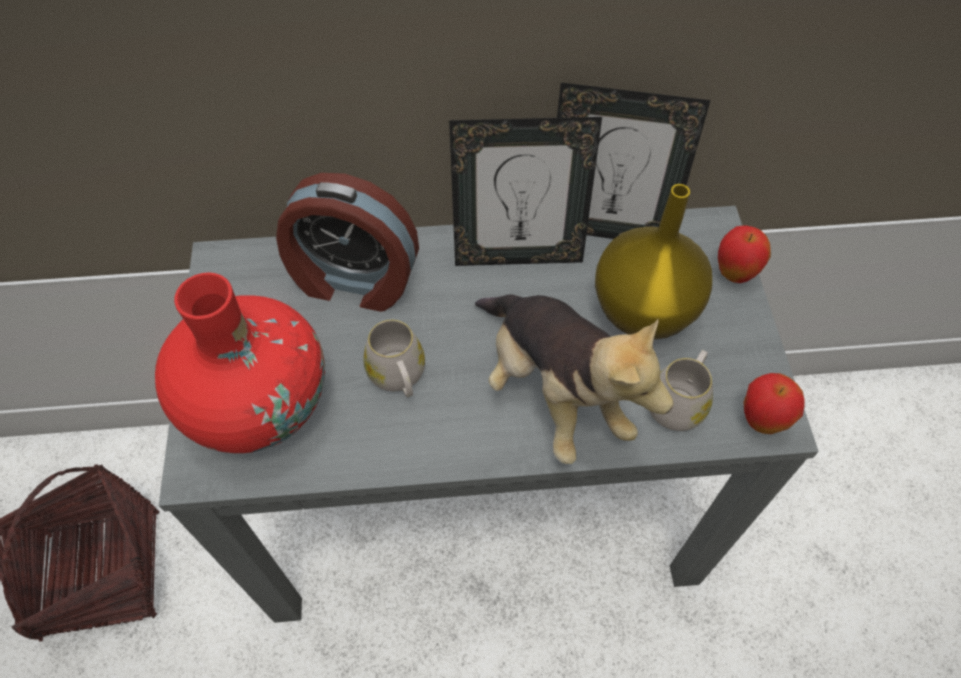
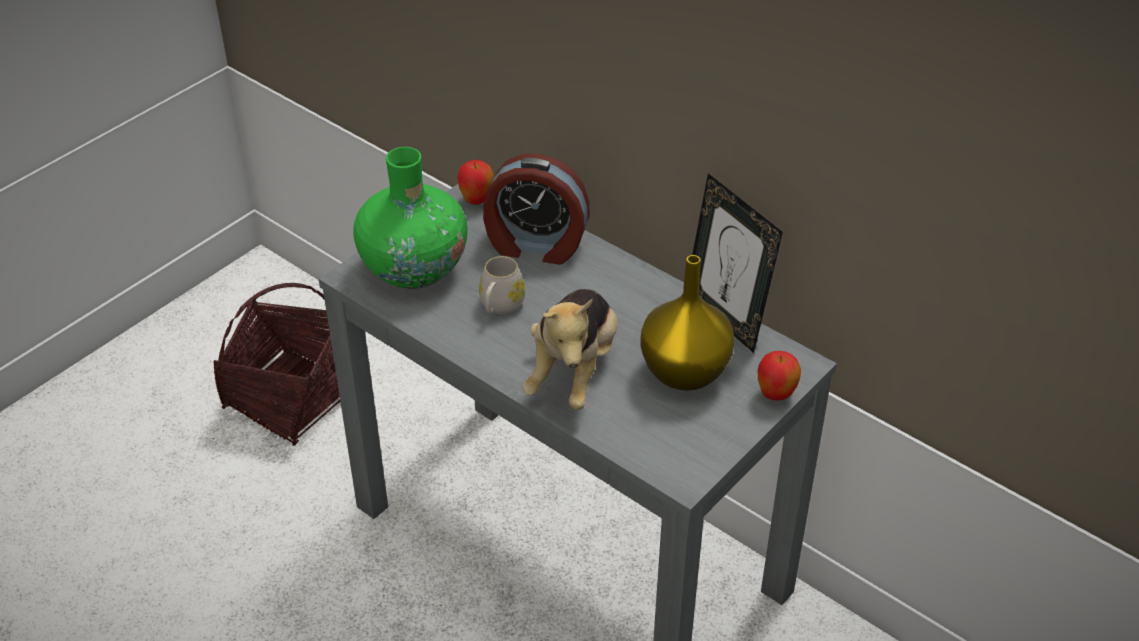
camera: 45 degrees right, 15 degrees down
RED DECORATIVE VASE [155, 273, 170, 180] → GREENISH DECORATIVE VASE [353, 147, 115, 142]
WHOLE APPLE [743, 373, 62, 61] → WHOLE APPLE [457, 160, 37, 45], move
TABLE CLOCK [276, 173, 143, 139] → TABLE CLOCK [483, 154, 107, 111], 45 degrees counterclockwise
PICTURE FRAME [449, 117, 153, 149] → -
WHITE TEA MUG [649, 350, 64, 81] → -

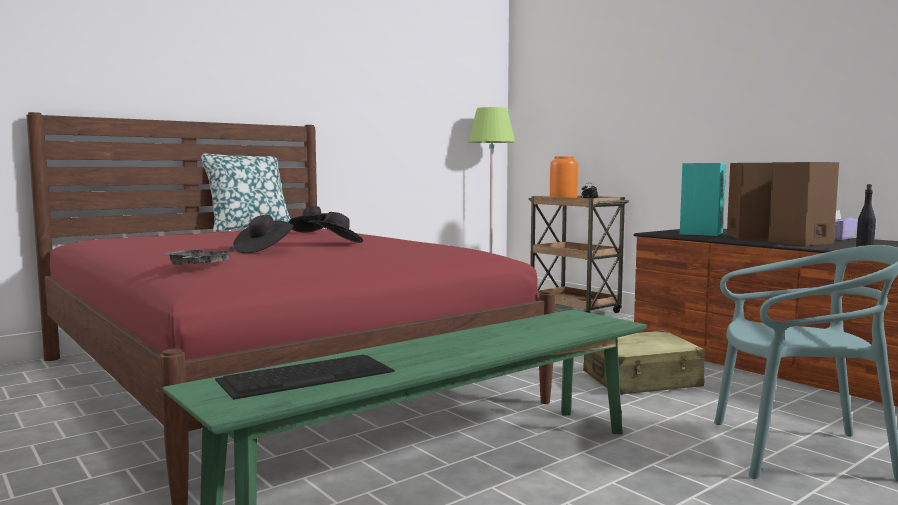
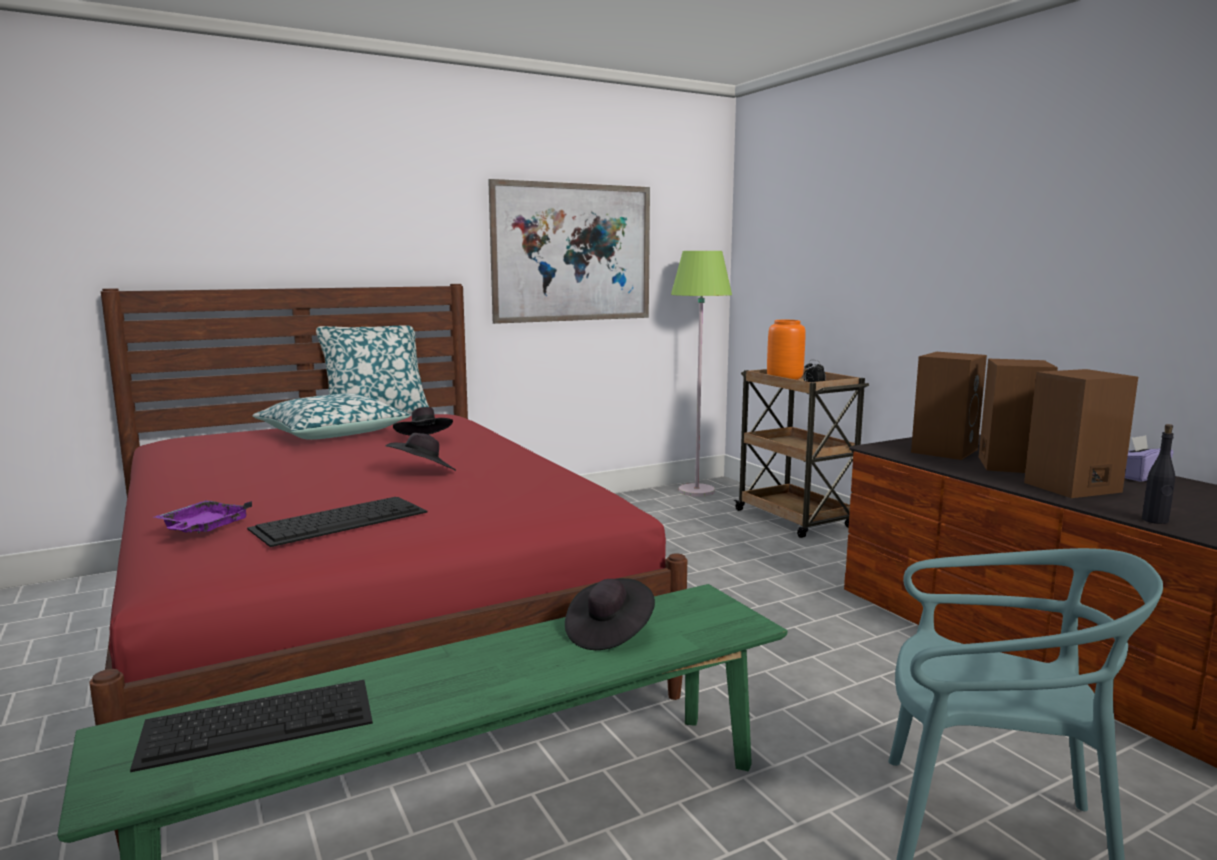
camera: 10 degrees right, 5 degrees up
GRAY CARRYING TRAY [164, 246, 70, 19] → PURPLISH CARRYING TRAY [154, 500, 98, 33]
- → COMPUTER KEYBOARD [247, 497, 180, 50]
- → CUSHION [252, 393, 159, 47]
- → WALL ART [488, 179, 162, 145]
BLACKISH WEARABLE HAT [233, 215, 60, 38] → BLACKISH WEARABLE HAT [565, 578, 90, 72], move
BLUE-GREEN SPEAKER [680, 163, 46, 73] → BROWNISH SPEAKER [911, 352, 76, 108]
BEIGE-COLOURED PIECE OF LUGGAGE [583, 330, 122, 65] → -

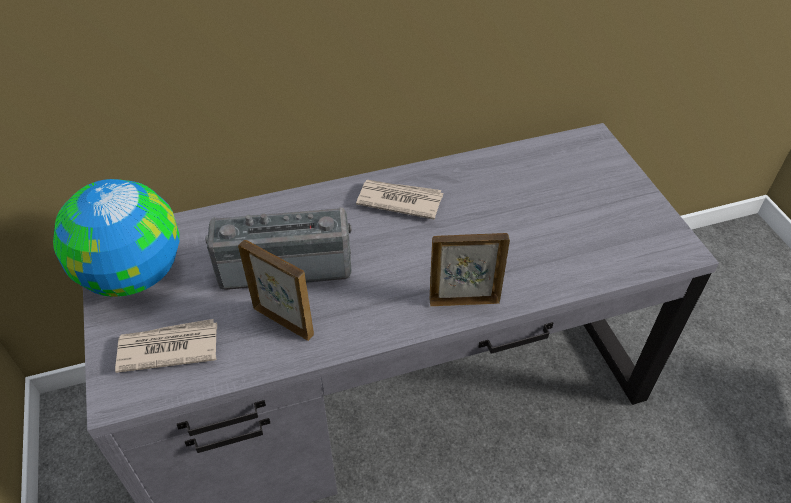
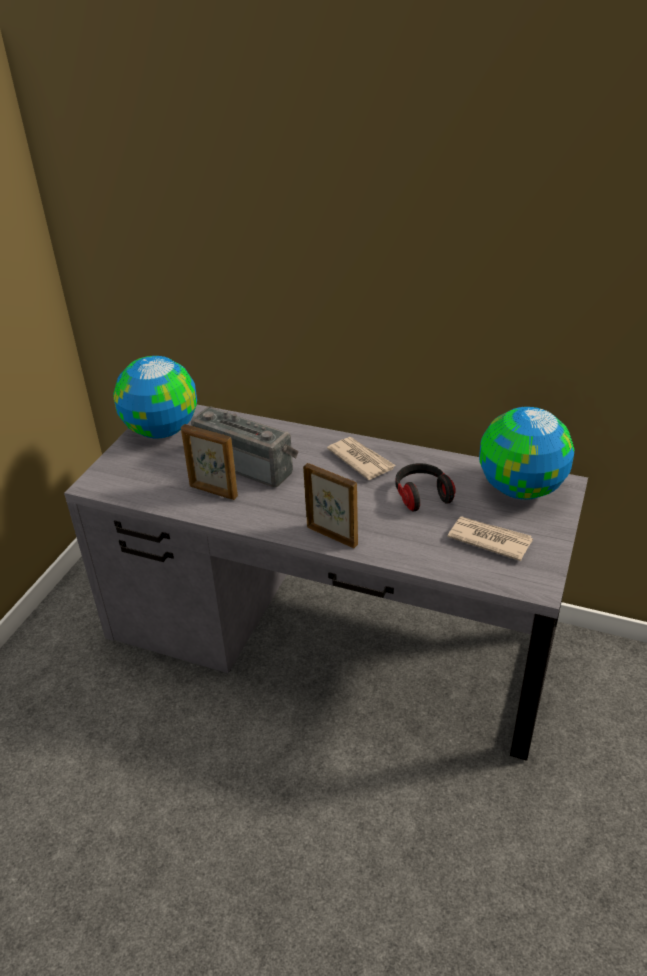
camera: 40 degrees right, 10 degrees down
PICTURE FRAME [238, 240, 76, 101] → PICTURE FRAME [181, 424, 57, 76], 135 degrees clockwise
- → HEADPHONES [395, 463, 61, 48]
DAILY PAPER [115, 319, 102, 54] → DAILY PAPER [447, 516, 86, 45], move
- → DESK GLOBE [479, 407, 95, 93]

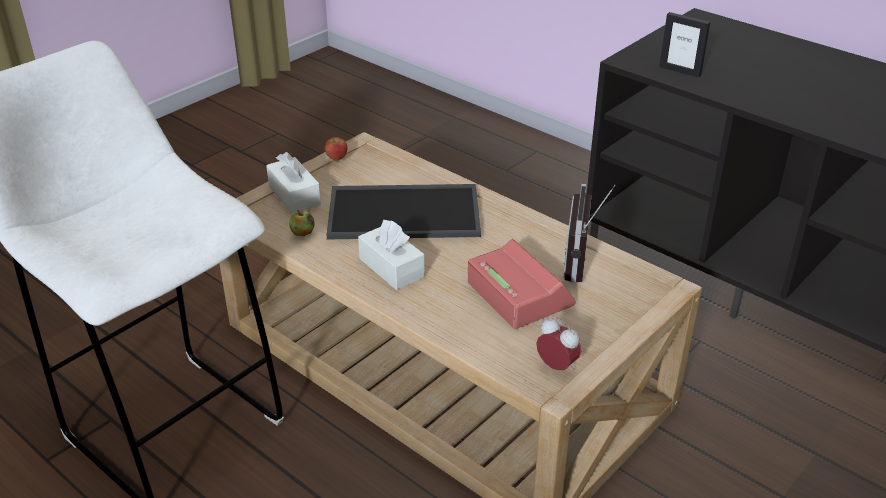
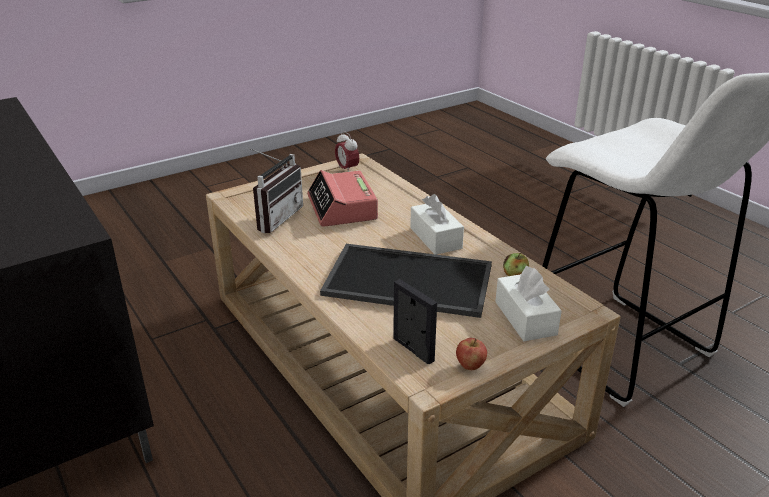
camera: 165 degrees left, 5 degrees down
PICTURE FRAME [659, 12, 51, 66] → PICTURE FRAME [393, 279, 44, 85], move

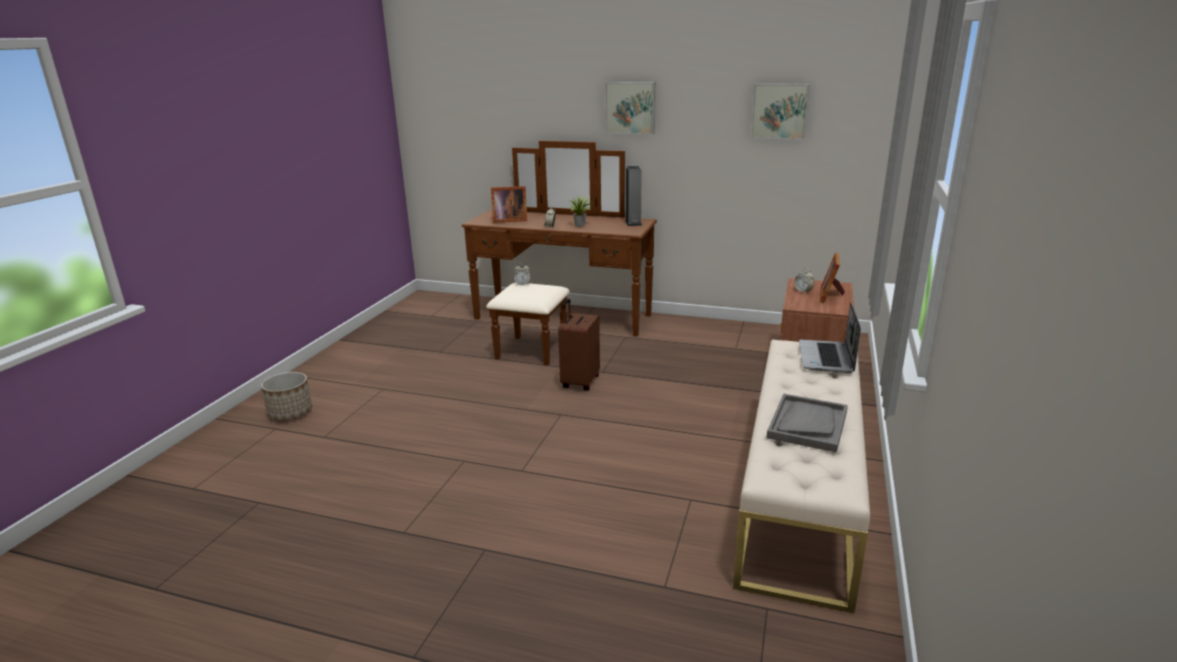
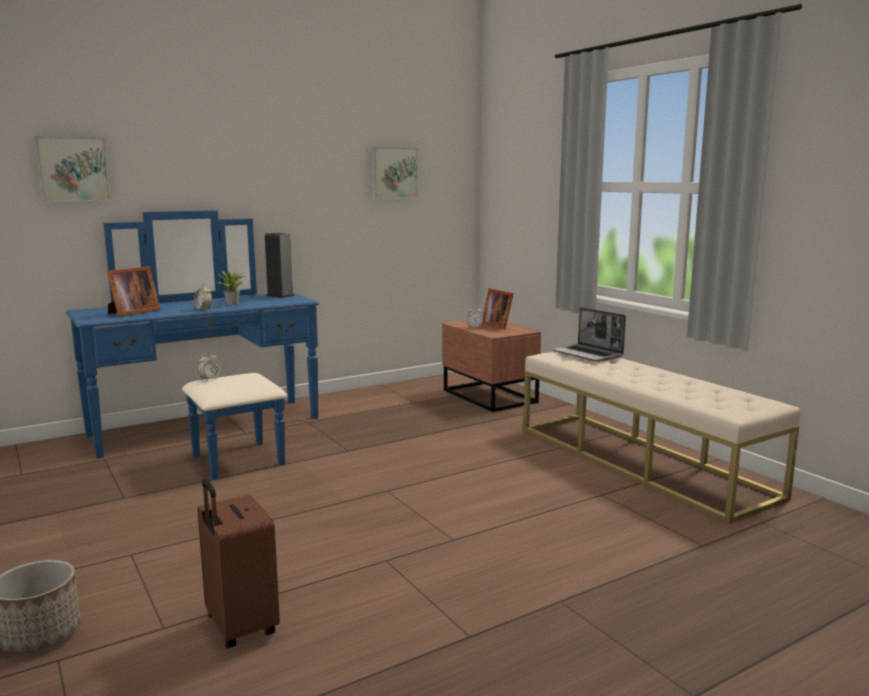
camera: 50 degrees left, 10 degrees down
WALL ART [605, 82, 50, 52] → WALL ART [34, 136, 77, 66], move
BROWNISH DRESSER [462, 141, 195, 225] → BLUISH DRESSER [66, 210, 254, 270]
BROWNISH PIECE OF LUGGAGE [558, 299, 42, 92] → BROWNISH PIECE OF LUGGAGE [197, 479, 83, 169], move
GRAY CARRYING TRAY [766, 393, 82, 60] → -

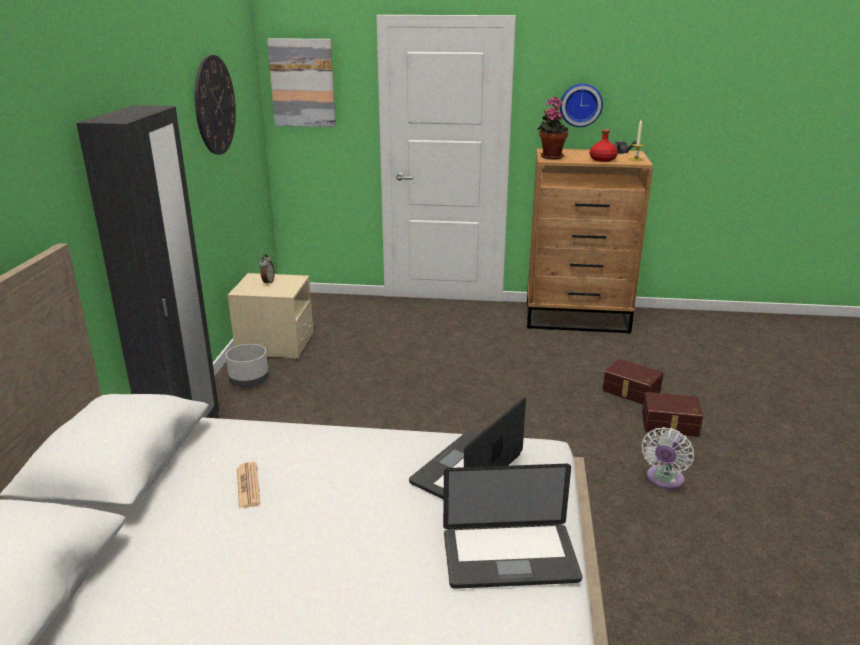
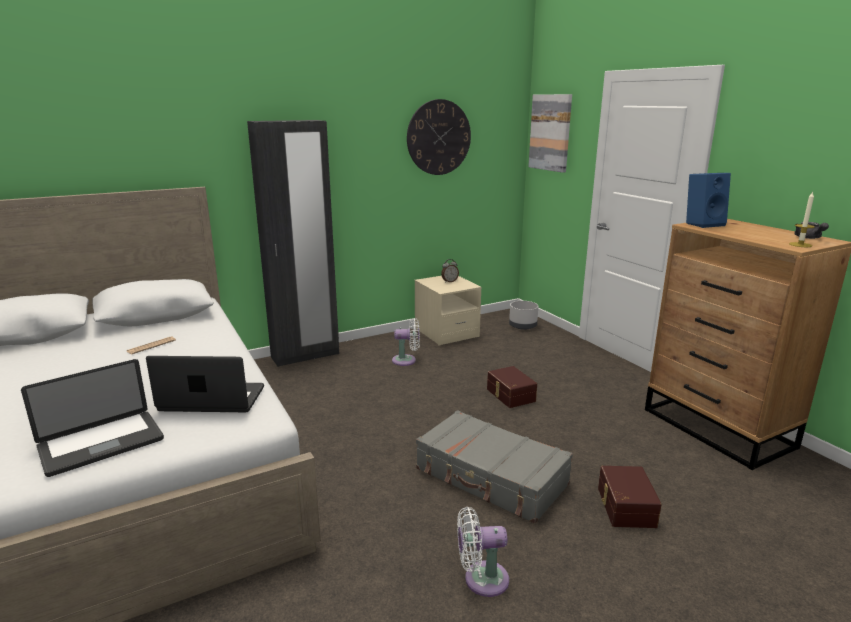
camera: 55 degrees right, 5 degrees down
NOTEBOOK COMPUTER [443, 464, 139, 125] → NOTEBOOK COMPUTER [21, 359, 143, 118], 90 degrees counterclockwise
- → WHITE COOLING FAN [392, 318, 28, 48]
- → GRAY PIECE OF LUGGAGE [416, 410, 157, 114]
BROWNISH STORAGE BIN [642, 392, 61, 45] → BROWNISH STORAGE BIN [487, 366, 50, 42], move
GRAY PLANTER [226, 344, 43, 43] → GRAY PLANTER [509, 301, 29, 29], move
PLANT IN A POT [537, 97, 32, 62] → BLUISH SPEAKER [686, 173, 45, 55]
CLOCK ON THE WALL [560, 83, 43, 44] → -
RED BEVERAGE BOTTLE [590, 129, 28, 33] → -

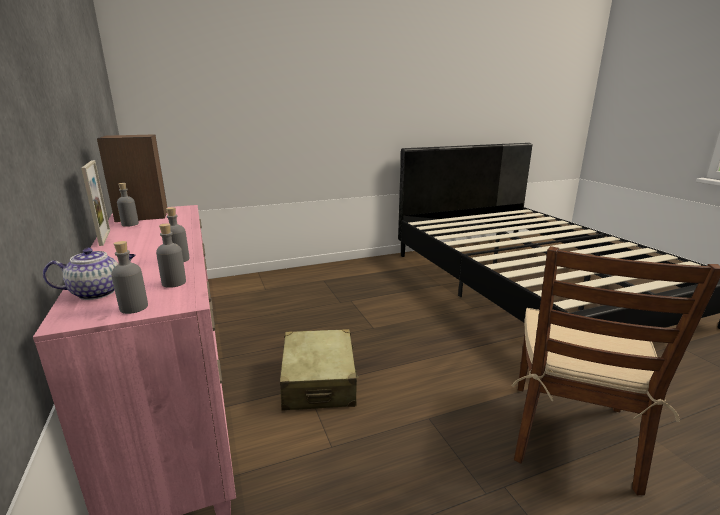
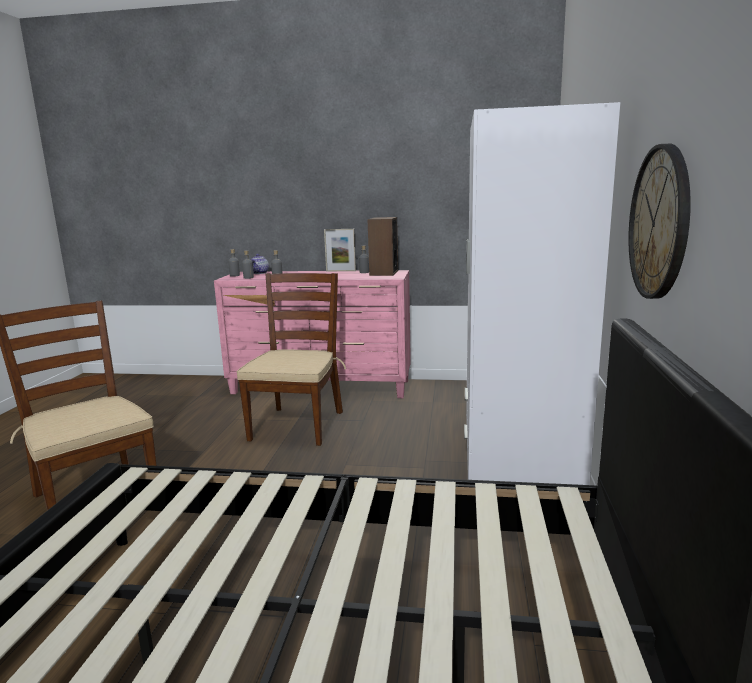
camera: 120 degrees right, 5 degrees down
BEIGE-COLOURED PIECE OF LUGGAGE [280, 329, 78, 82] → BROWNISH CHAIR [237, 273, 109, 173]
- → WHITE CLOTHES CUPBOARD [464, 102, 156, 383]
- → CLOCK ON THE WALL [628, 144, 63, 155]

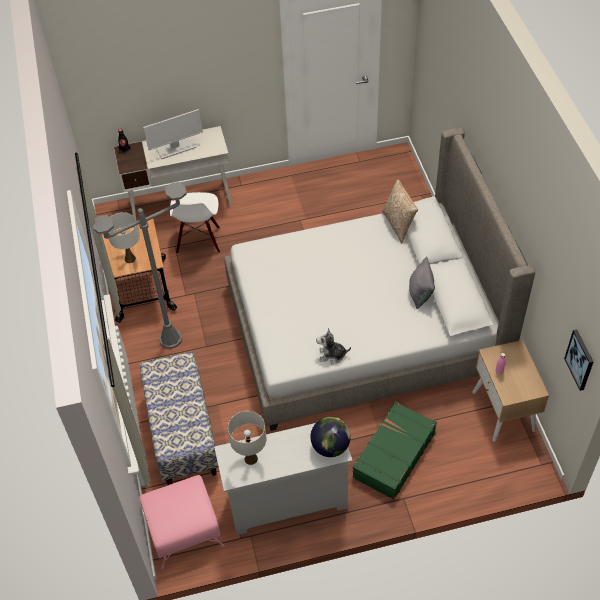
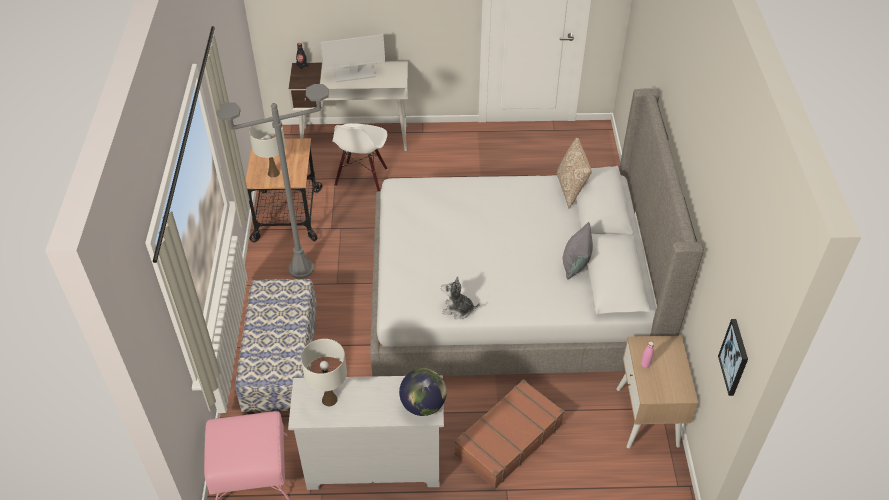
camera: 10 degrees right, 5 degrees down
GREENISH PIECE OF LUGGAGE [353, 402, 84, 98] → BROWNISH PIECE OF LUGGAGE [455, 379, 109, 110]

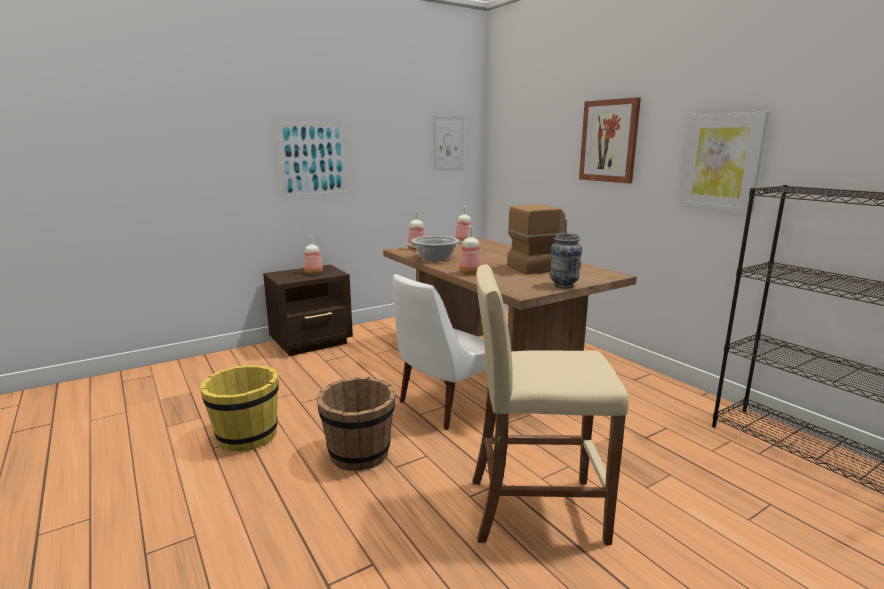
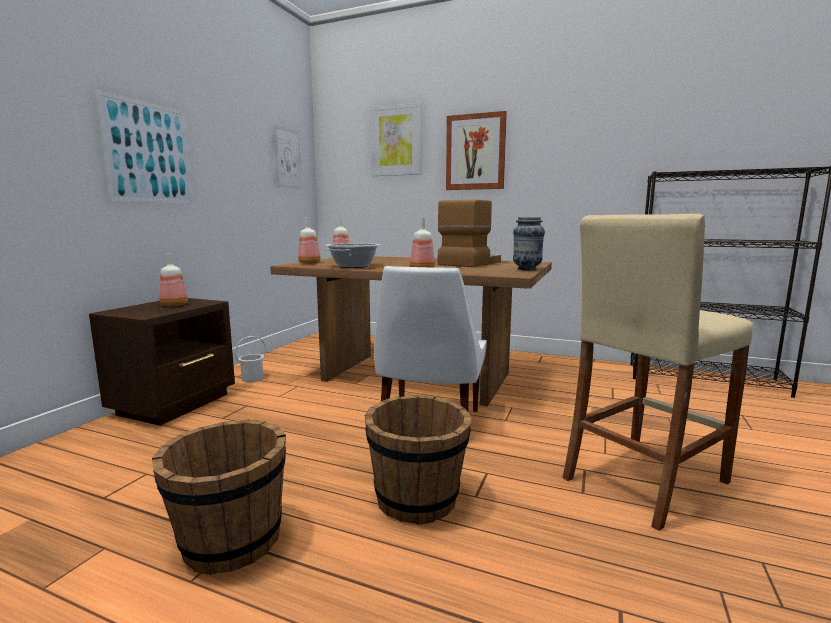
camera: 35 degrees left, 5 degrees down
YELLOW-COLOURED BUCKET [200, 365, 79, 87] → BROWNISH BUCKET [152, 420, 134, 155]
- → WHITE BUCKET [235, 336, 31, 46]
WALL ART [679, 111, 90, 102] → WALL ART [371, 102, 51, 74], move

